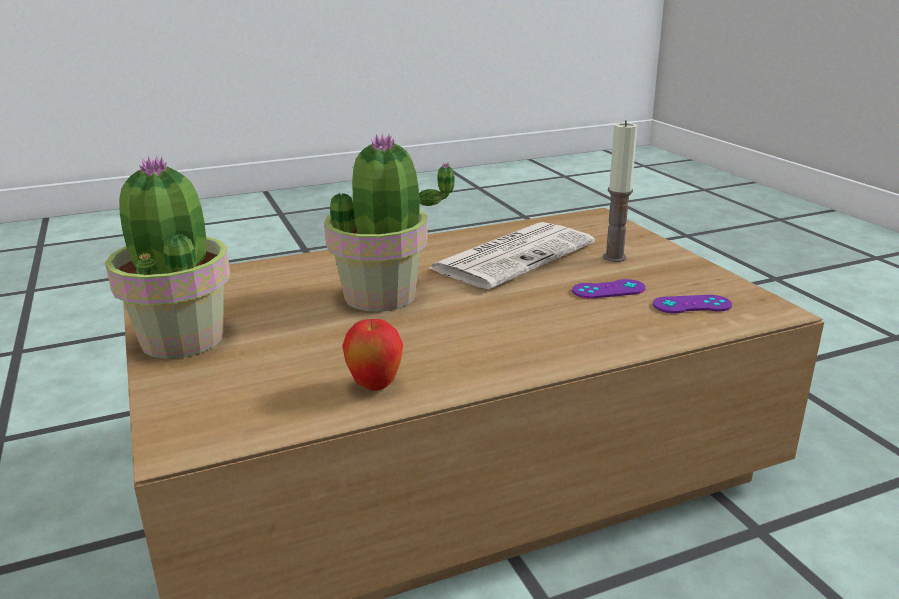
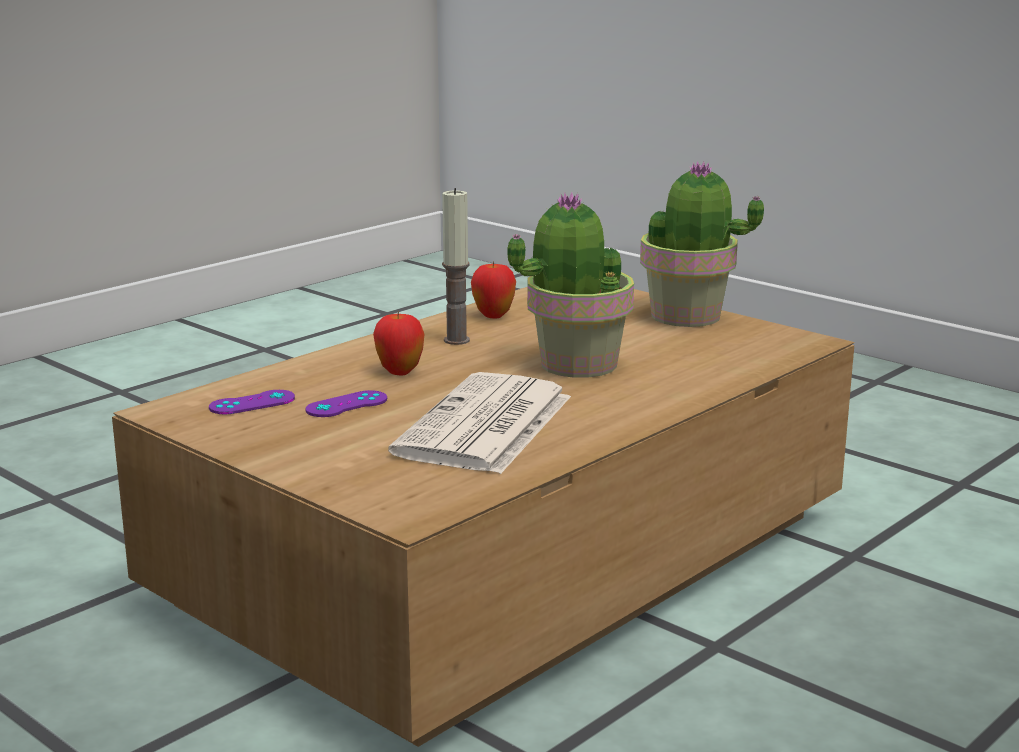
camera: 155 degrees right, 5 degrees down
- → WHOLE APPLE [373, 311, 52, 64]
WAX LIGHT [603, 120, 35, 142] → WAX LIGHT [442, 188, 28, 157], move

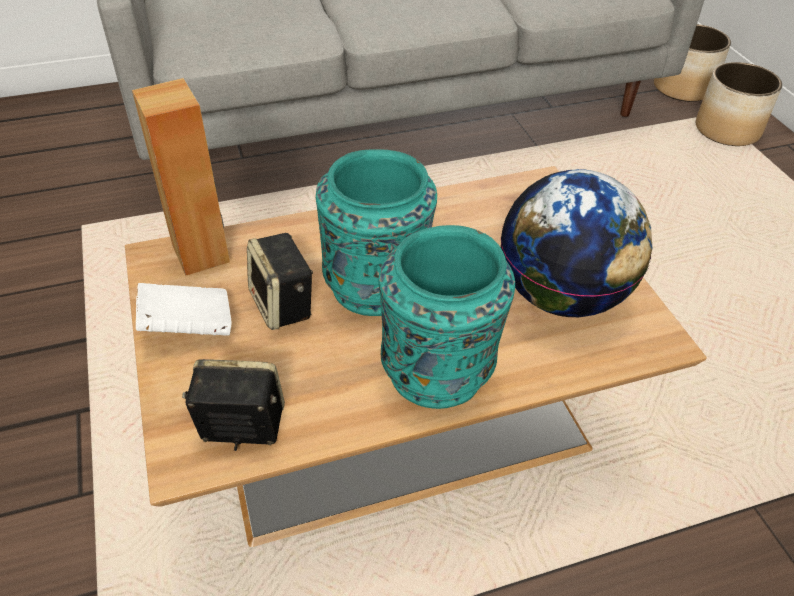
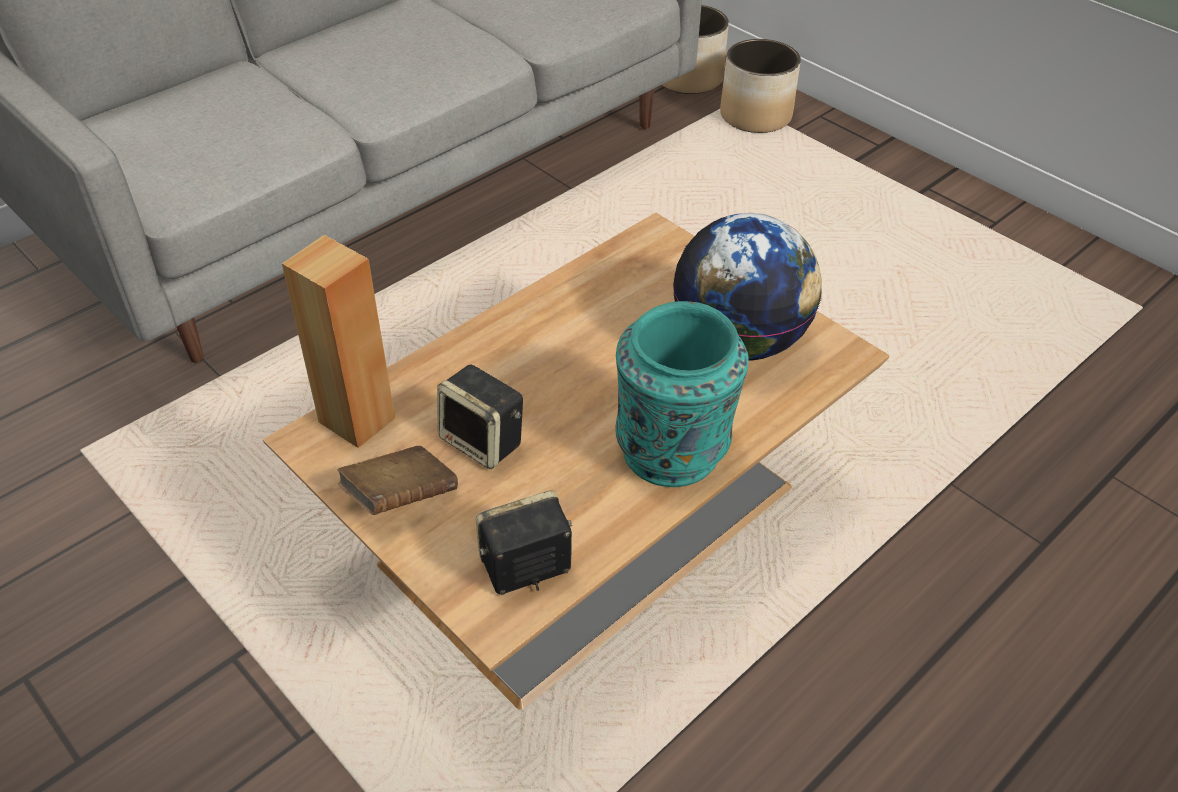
camera: 25 degrees left, 0 degrees up
WHITE BOUND BOOK [136, 283, 96, 53] → BROWNISH BOUND BOOK [337, 446, 121, 69]
BLUE-GREEN DECORATIVE VASE [316, 149, 121, 167] → -

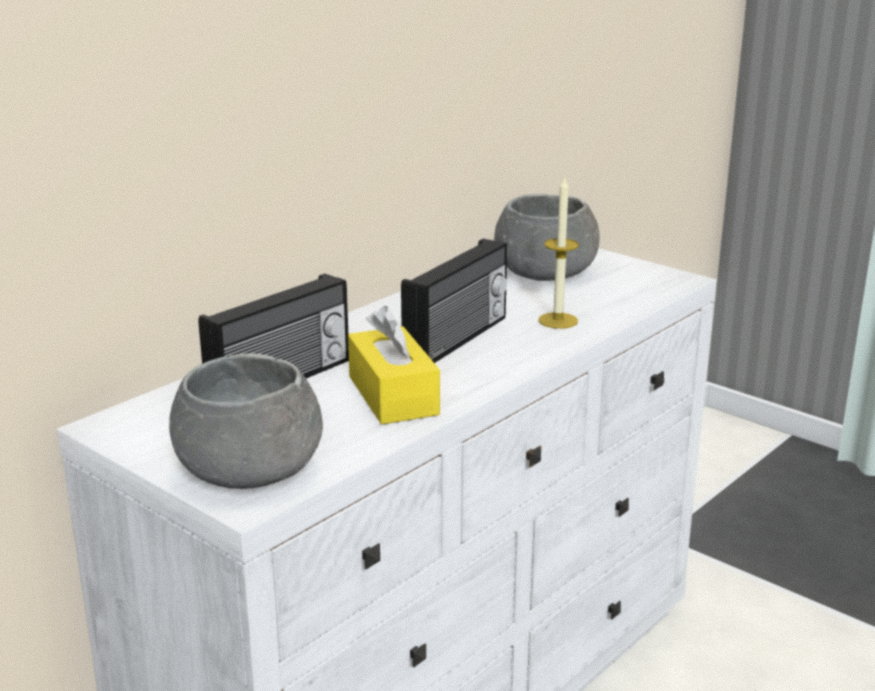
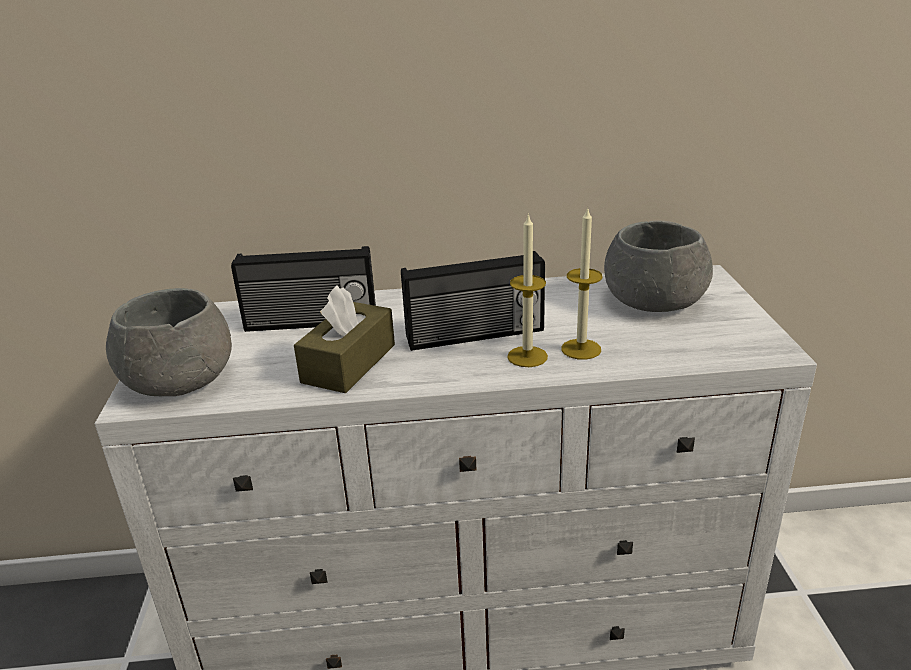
camera: 45 degrees right, 5 degrees up
YELLOW-COLOURED BOX OF TISSUES [348, 306, 92, 118] → BROWNISH BOX OF TISSUES [294, 286, 101, 107]
- → WAX LIGHT [507, 213, 41, 154]

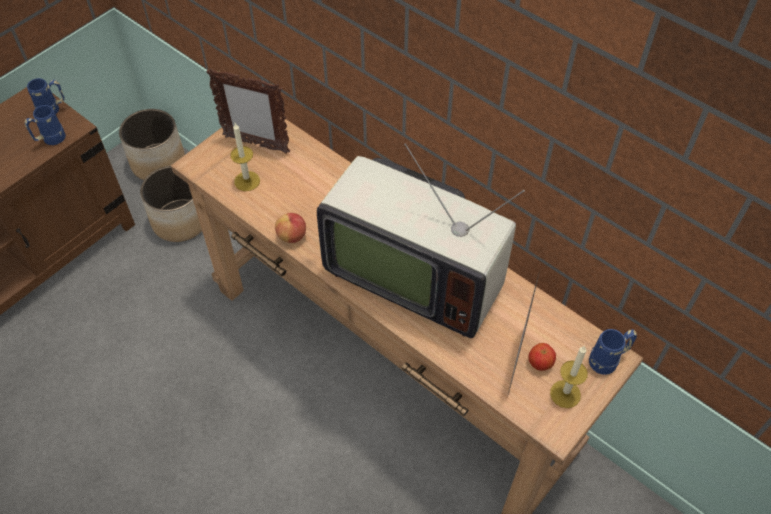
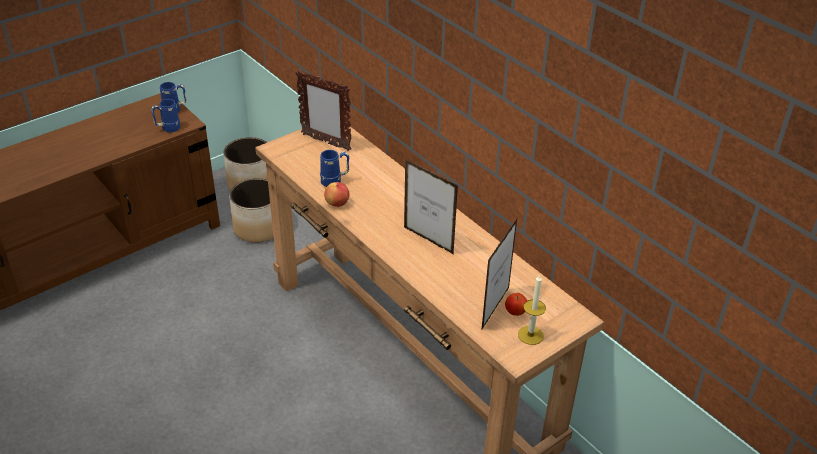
camera: 10 degrees right, 15 degrees down
BLUISH TEA MUG [589, 329, 48, 46] → BLUISH TEA MUG [320, 150, 29, 37], move
TELEVISION [317, 143, 208, 195] → PICTURE FRAME [404, 159, 54, 96]
WAX LIGHT [230, 123, 30, 68] → -

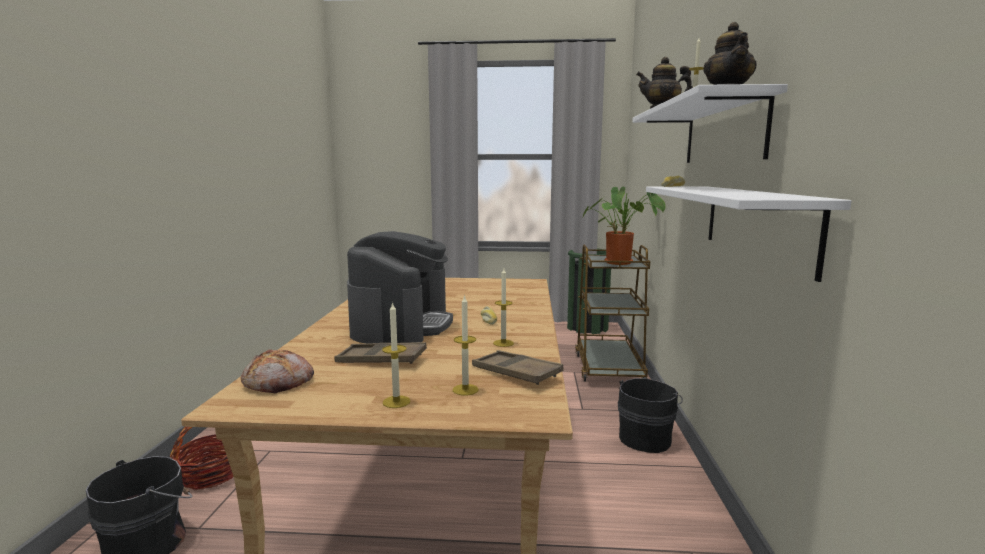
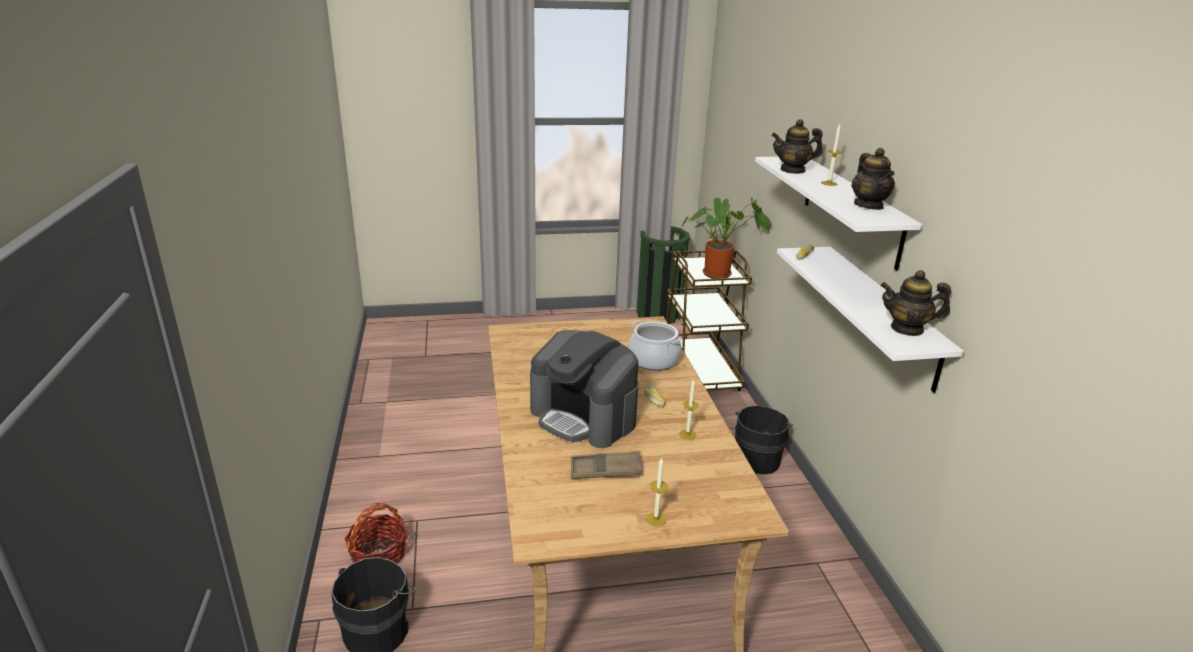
camera: 15 degrees left, 15 degrees up
COFFEE MACHINE [347, 231, 106, 113] → COFFEE MACHINE [530, 330, 109, 118], 135 degrees clockwise
- → SAUCEPOT [629, 320, 53, 51]
- → TEAPOT [881, 270, 70, 66]
BAKERY BREAD [241, 349, 73, 44] → -
WAX LIGHT [453, 295, 25, 100] → -
BROWNISH CARRYING TRAY [472, 350, 91, 35] → -

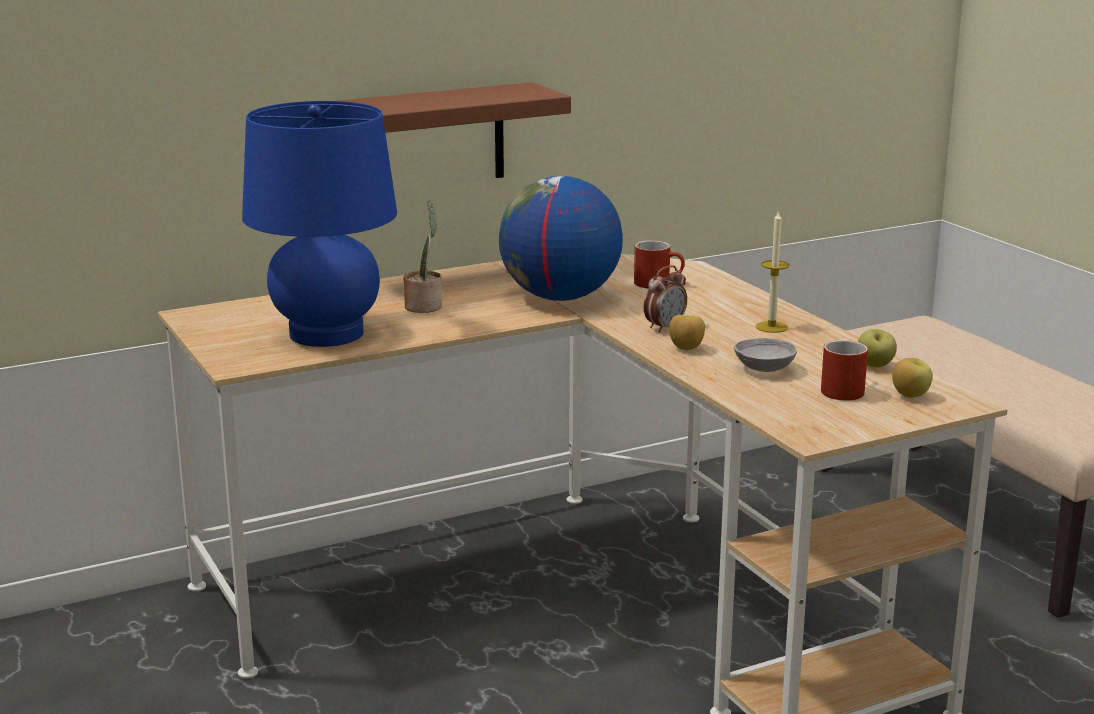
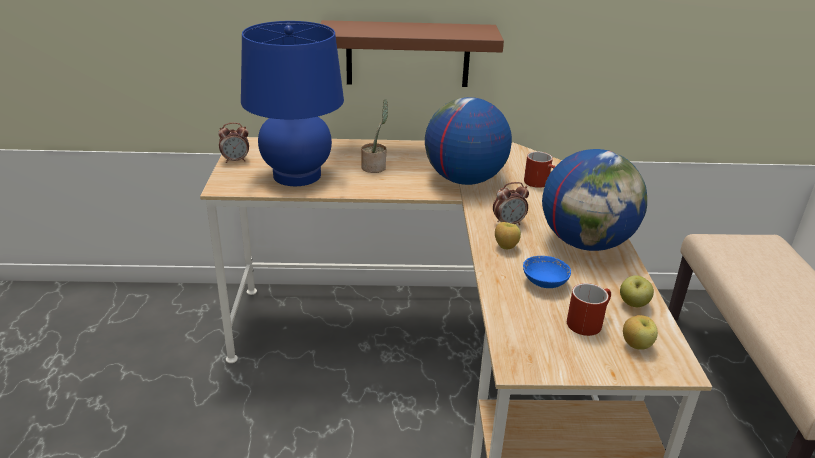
camera: 25 degrees right, 10 degrees up
- → TABLE CLOCK [218, 123, 31, 40]
GRAY DEEP DISH [734, 338, 63, 34] → BLUISH DEEP DISH [523, 256, 48, 32]
WAX LIGHT [756, 210, 33, 123] → DESK GLOBE [542, 149, 105, 102]

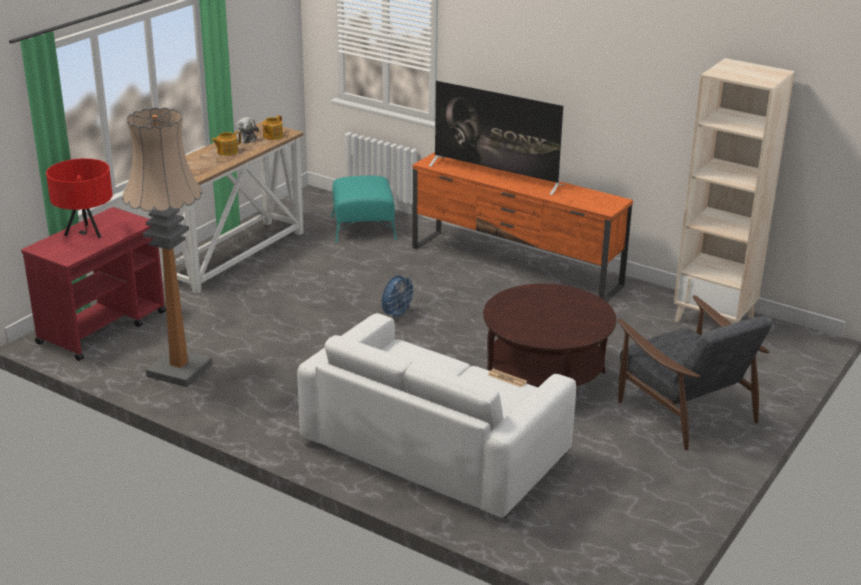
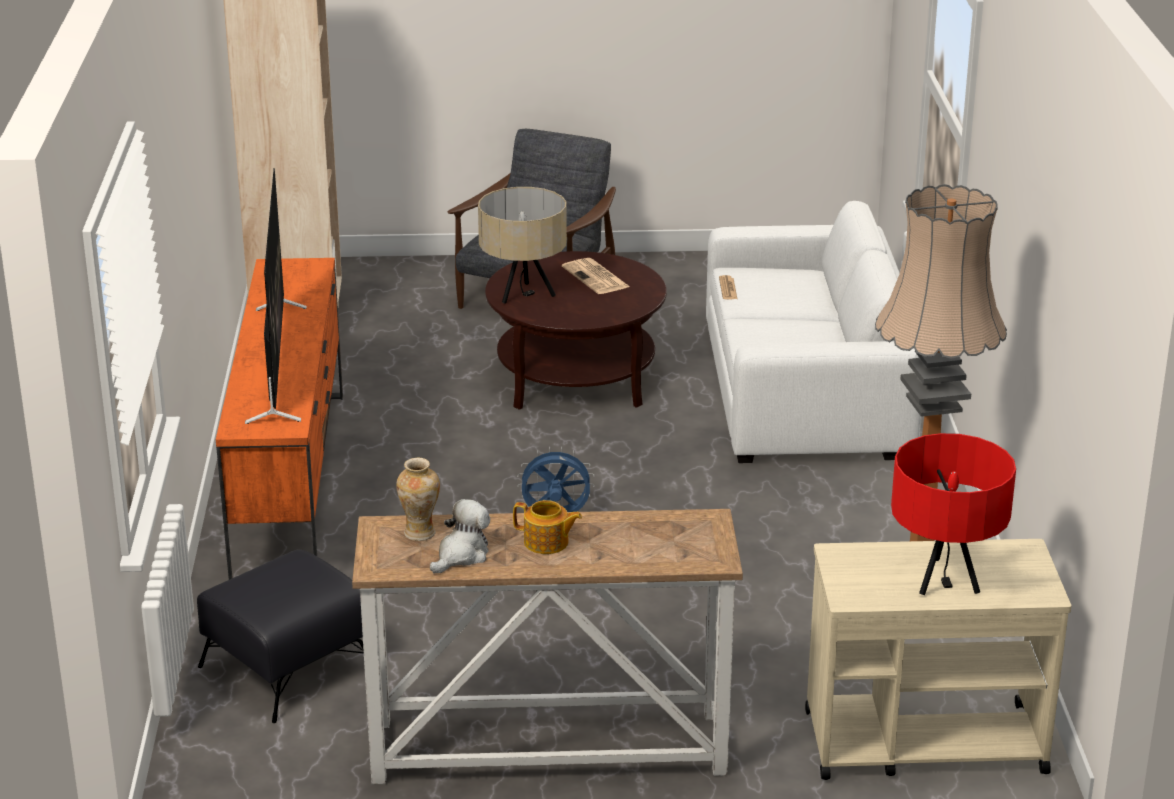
camera: 125 degrees left, 0 degrees up
BLUE-GREEN POUFFE [331, 176, 66, 67] → BLACKISH POUFFE [197, 550, 167, 173]
TEAPOT [262, 115, 21, 25] → DECORATIVE VASE [396, 457, 44, 84]
- → BEIGE-COLOURED TABLETOP LAMP [478, 187, 89, 117]
- → DAILY PAPER [562, 258, 68, 36]
RED TROLLEY [21, 207, 145, 154] → BEIGE-COLOURED TROLLEY [805, 539, 266, 241]

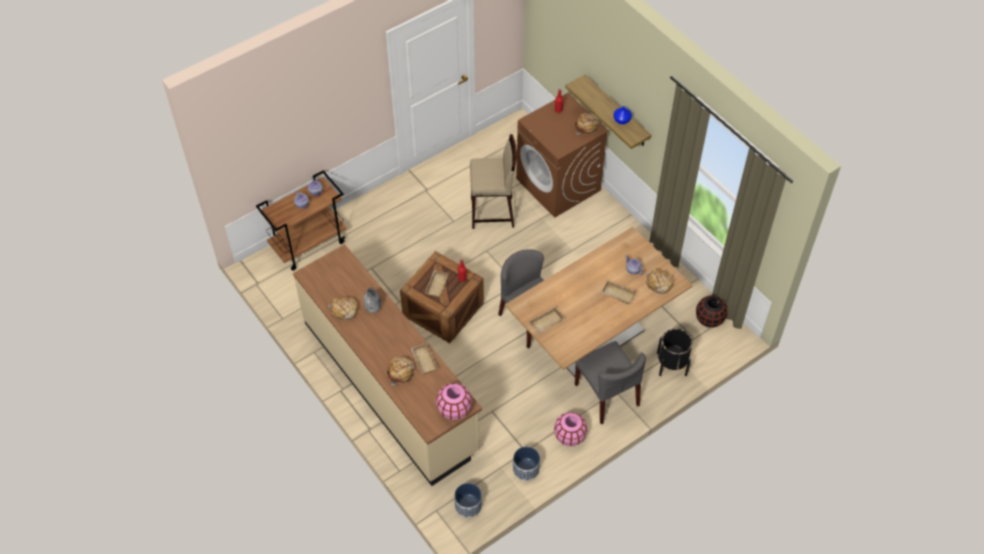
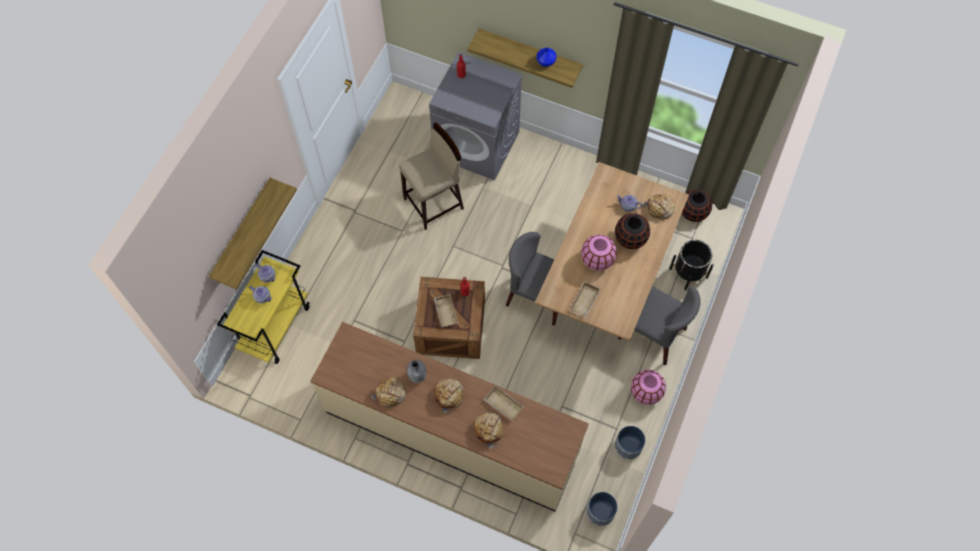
camera: 30 degrees left, 10 degrees up
- → SHELF [208, 178, 89, 111]
BROWNISH TROLLEY [256, 170, 90, 101] → YELLOW-COLOURED TROLLEY [217, 250, 93, 114]
BROWNISH LAUNDRY APPLIANCE [516, 93, 93, 125] → GRAY LAUNDRY APPLIANCE [429, 52, 94, 128]
BAKERY BREAD [575, 113, 24, 22] → BAKERY BREAD [435, 379, 28, 34], move
PINKISH DECORATIVE VASE [436, 383, 36, 37] → PINKISH DECORATIVE VASE [581, 234, 36, 37], move
BEIGE-COLOURED CARRYING TRAY [601, 281, 35, 23] → BLACKISH DECORATIVE VASE [615, 213, 35, 36]

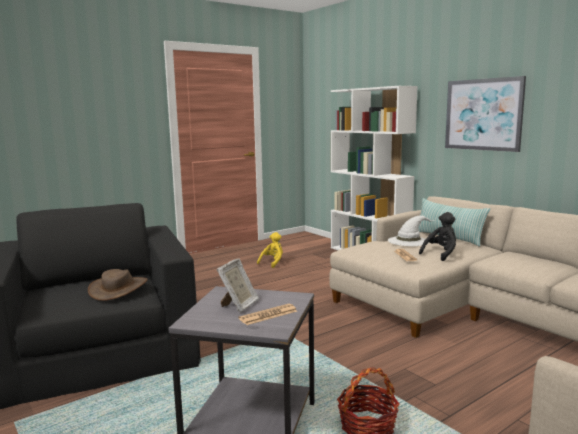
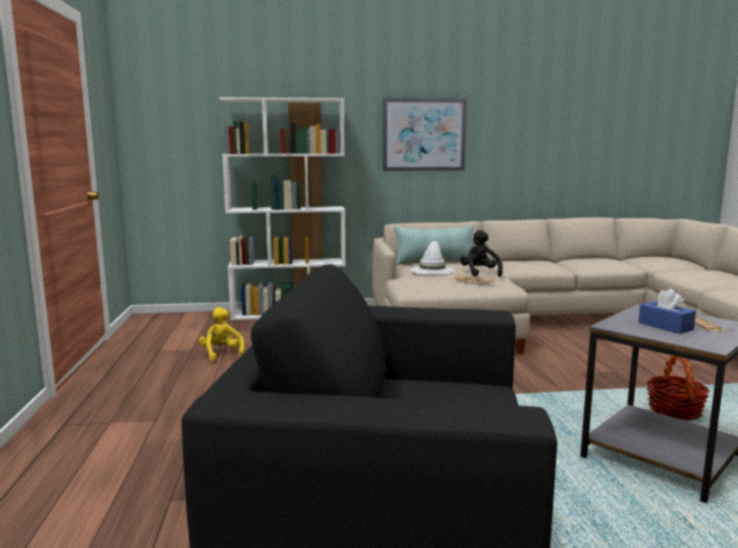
camera: 60 degrees left, 0 degrees up
PICTURE FRAME [217, 259, 42, 53] → BLUISH BOX OF TISSUES [638, 289, 58, 45]
BROWNISH WEARABLE HAT [88, 269, 60, 32] → -

